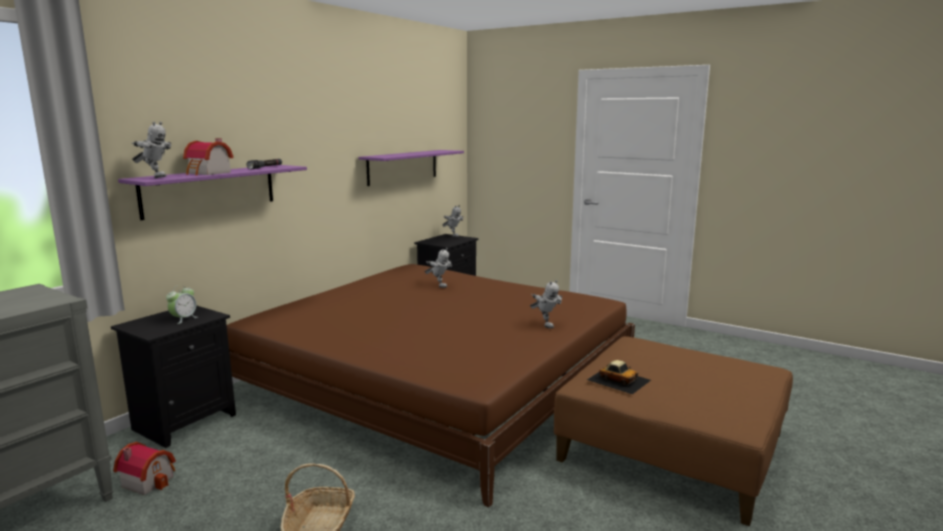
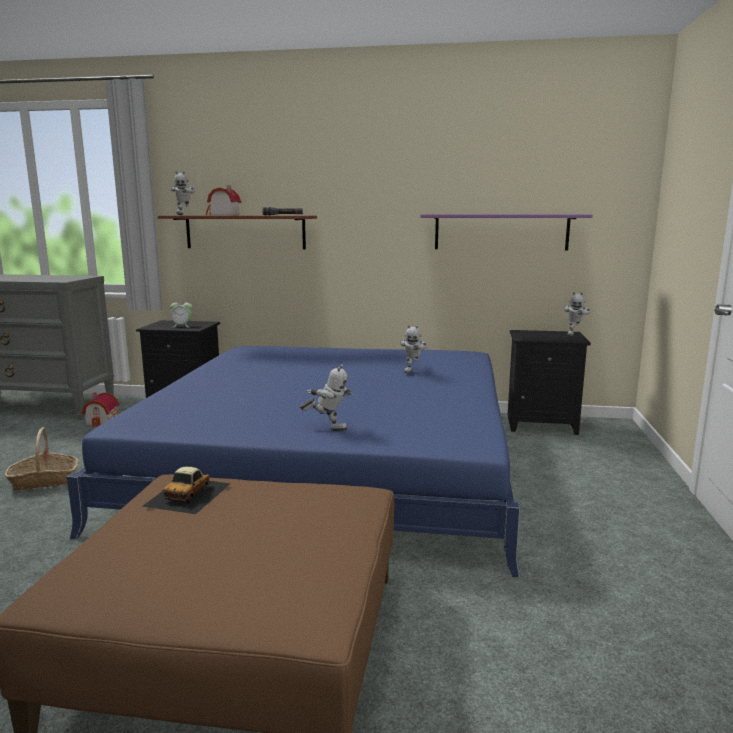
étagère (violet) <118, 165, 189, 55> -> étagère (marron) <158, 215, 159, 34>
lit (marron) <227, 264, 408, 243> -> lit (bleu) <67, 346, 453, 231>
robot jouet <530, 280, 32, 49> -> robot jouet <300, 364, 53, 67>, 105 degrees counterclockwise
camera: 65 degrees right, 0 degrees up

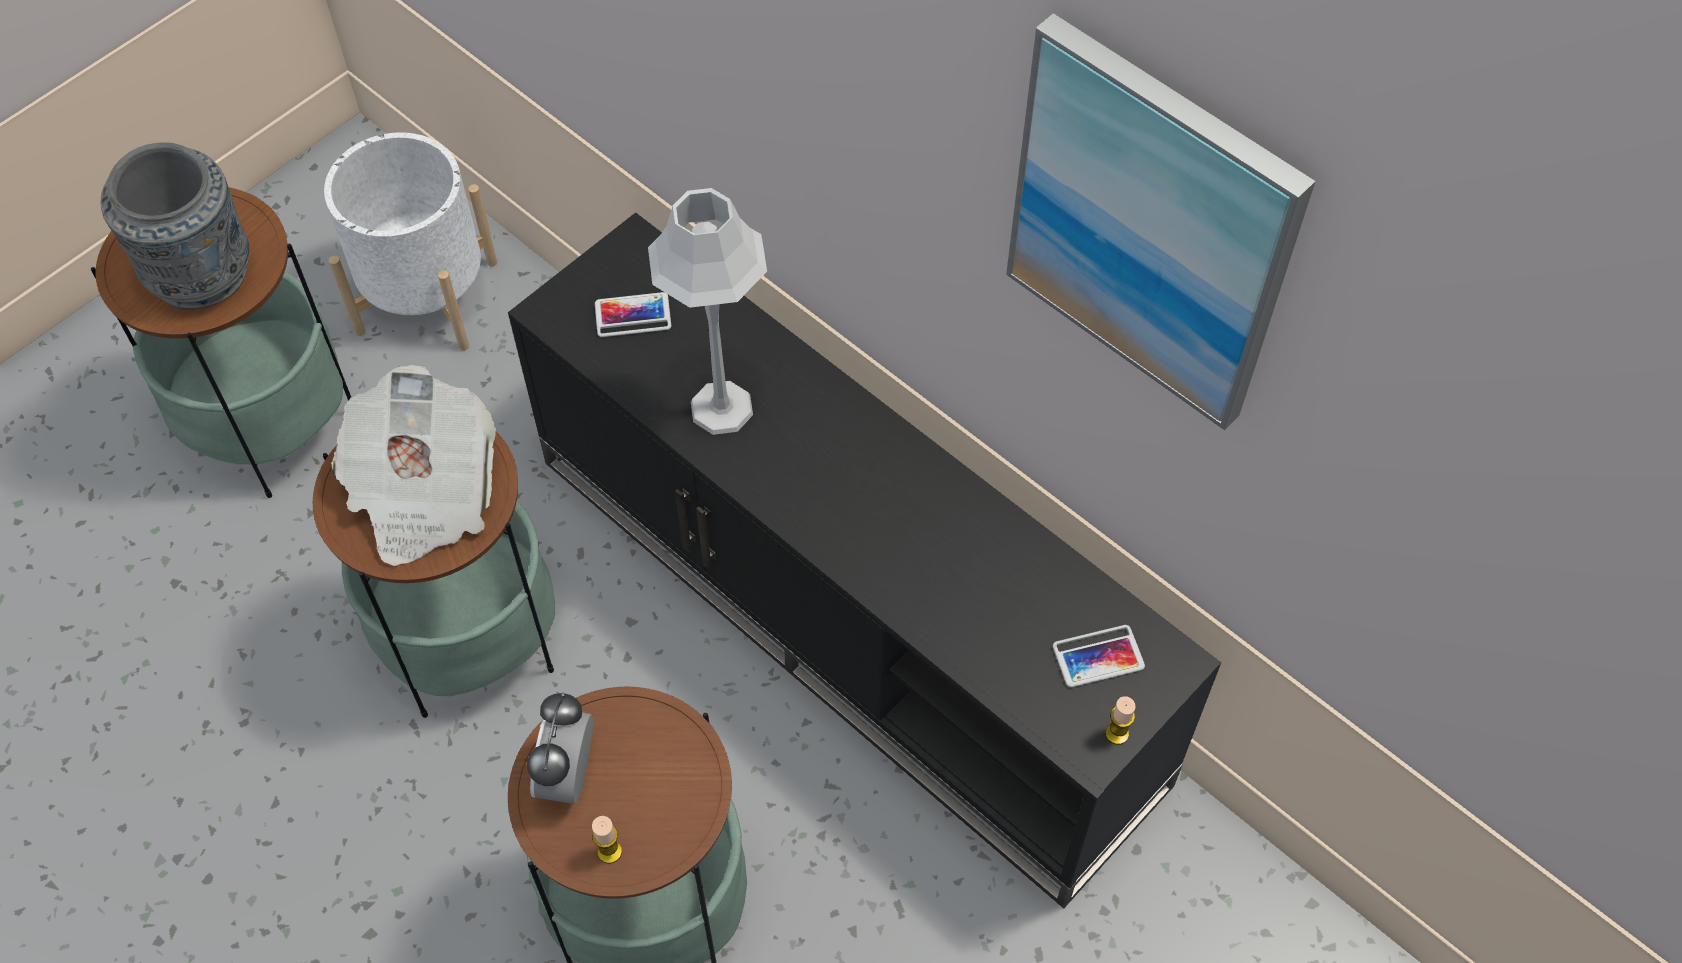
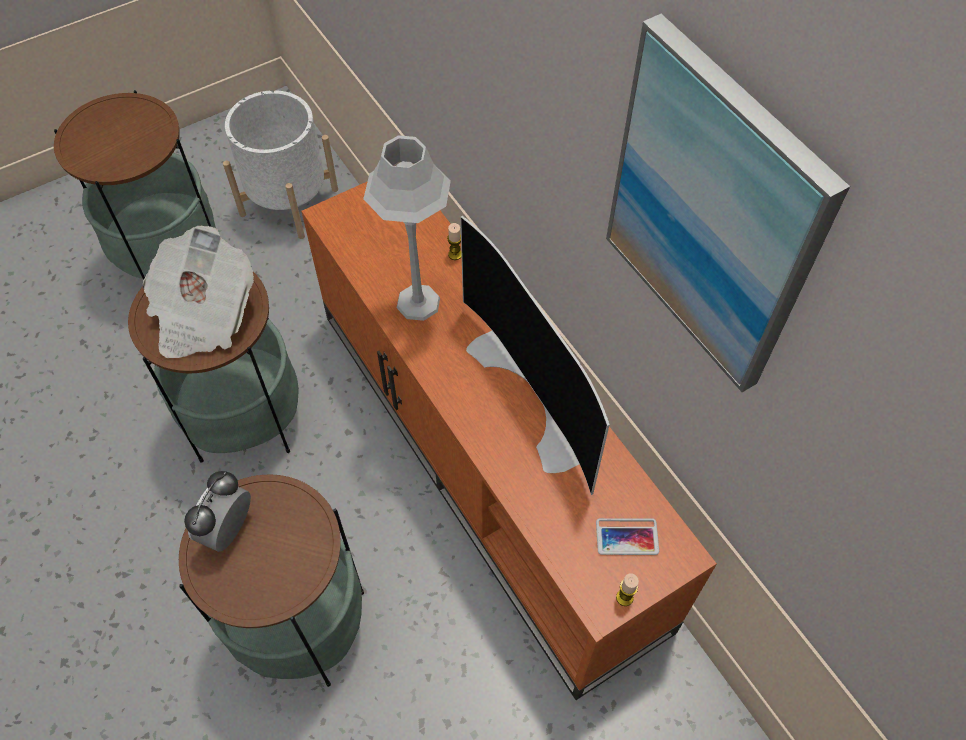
vase (gris) <101, 142, 149, 168> -> none
téléphone <595, 292, 76, 45> -> none
none -> téléviseur <460, 216, 150, 279>
bougie <592, 816, 30, 48> -> bougie <447, 223, 15, 37>, move
meuble télé (noir) <508, 212, 713, 696> -> meuble télé (orange) <301, 181, 416, 519>
camera: 15 degrees right, 0 degrees up

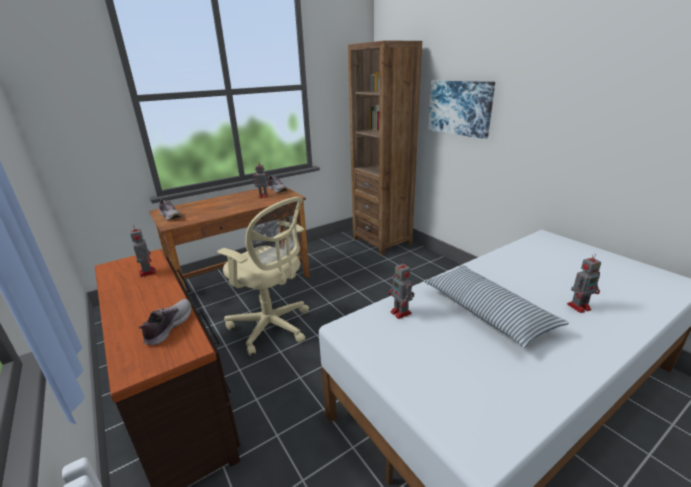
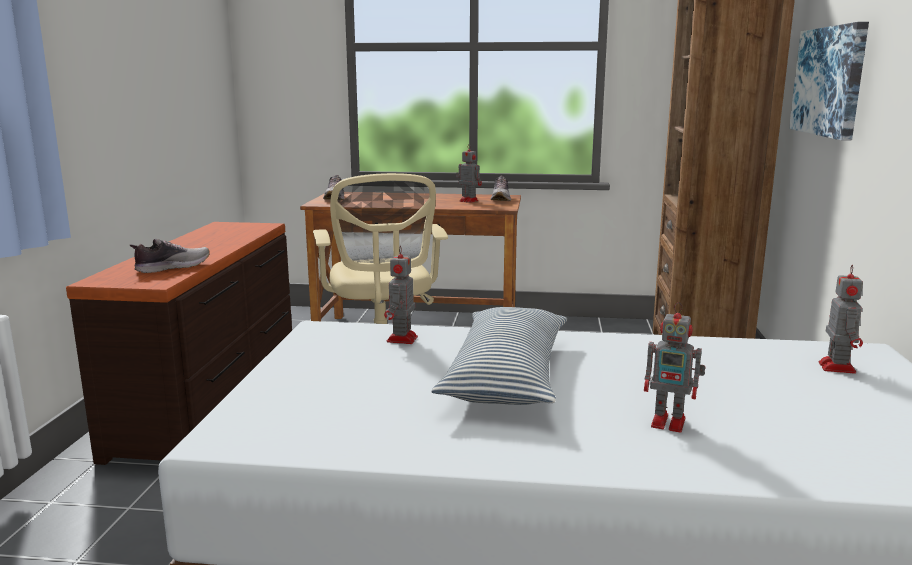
robot jouet <130, 225, 26, 52> -> robot jouet <818, 265, 45, 109>, move
camera: 40 degrees right, 10 degrees down

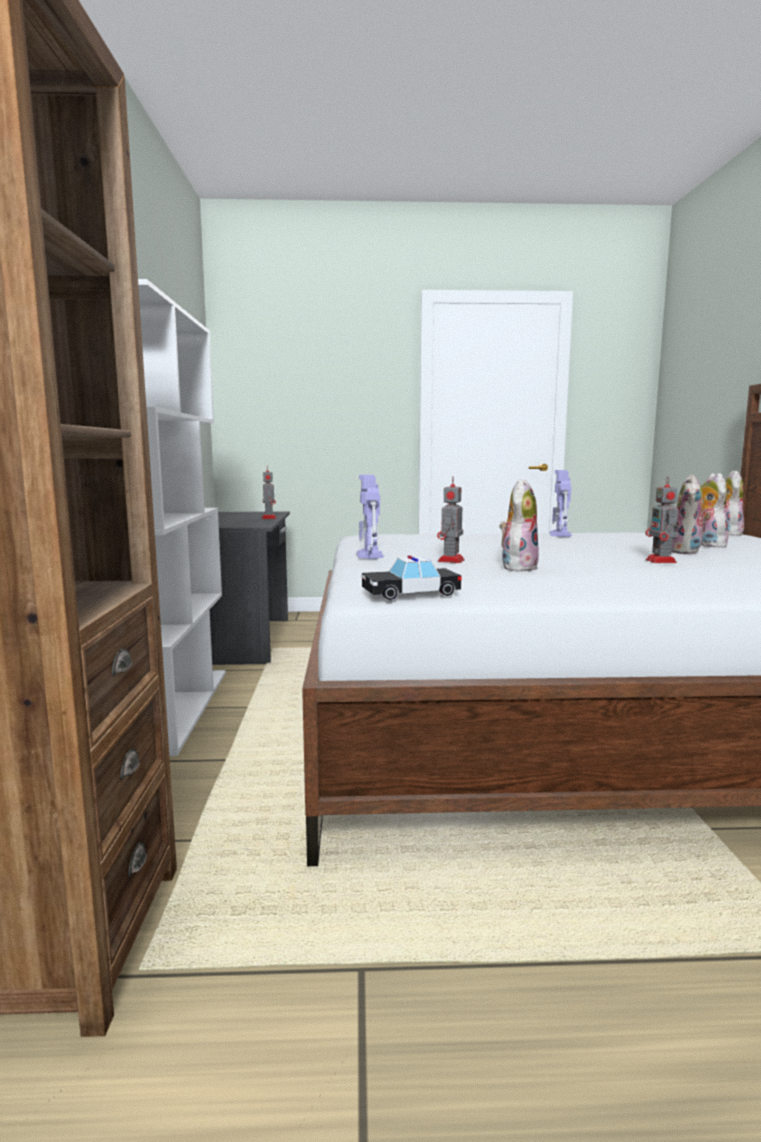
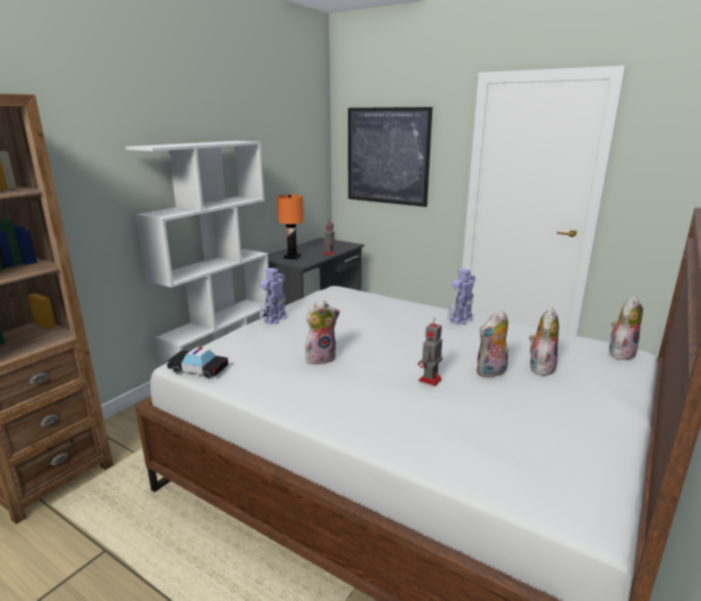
robot jouet <437, 477, 28, 86> -> none
none -> lampe de table (orange) <277, 195, 27, 64>
none -> tableau <348, 107, 85, 100>
camera: 35 degrees right, 10 degrees up

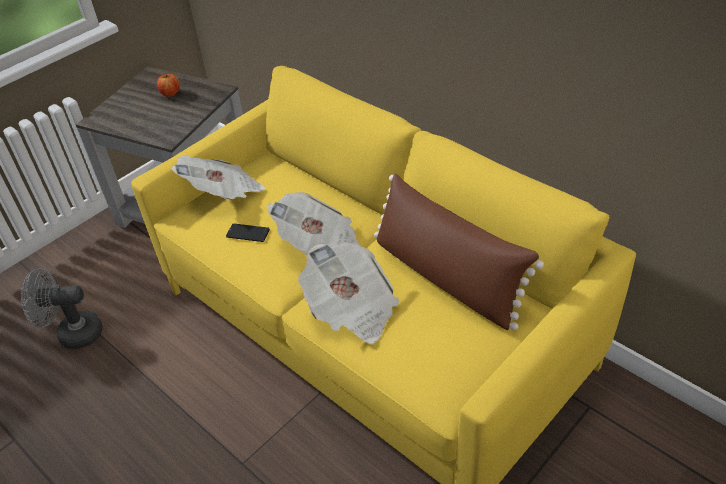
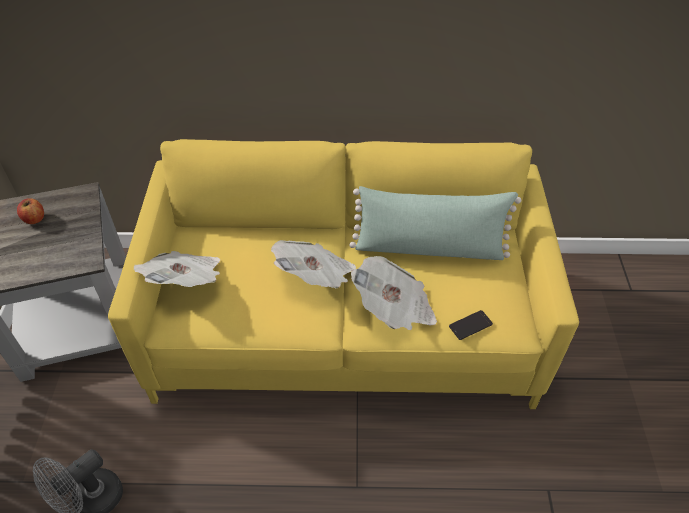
téléphone <226, 224, 44, 18> -> téléphone <449, 310, 44, 30>, move
coussin (marron) <374, 173, 170, 157> -> coussin (vert) <349, 186, 172, 74>
camera: 45 degrees left, 5 degrees up

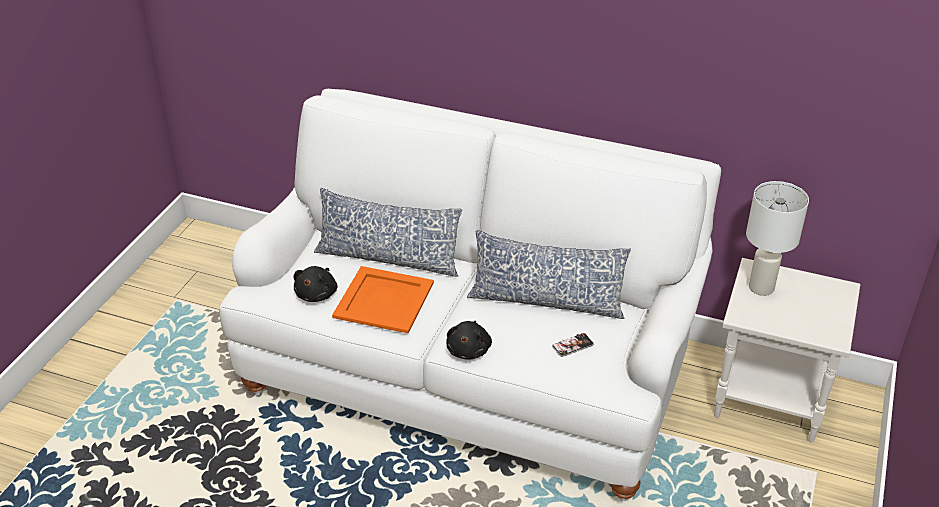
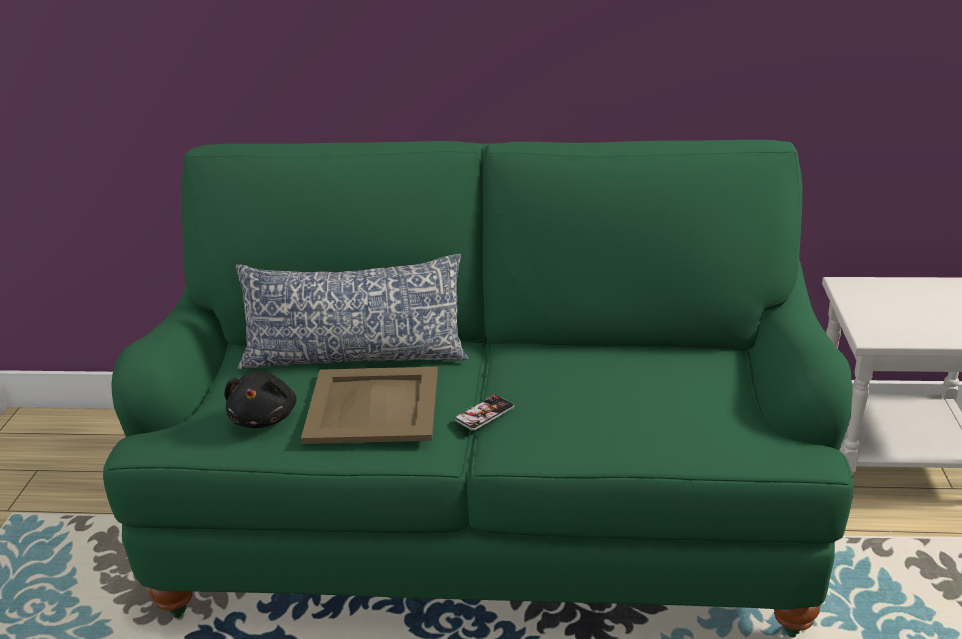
peluche (noir) <446, 321, 46, 38> -> none
coussin <467, 230, 164, 89> -> none
lampe de table (blanc) <746, 181, 63, 115> -> none
téléphone <552, 333, 42, 24> -> téléphone <455, 395, 60, 36>, move
canapé (blanc) <219, 89, 502, 412> -> canapé (vert) <103, 140, 751, 498>
plateau (orange) <332, 266, 102, 68> -> plateau (beige) <301, 367, 137, 77>
camera: 15 degrees left, 10 degrees down

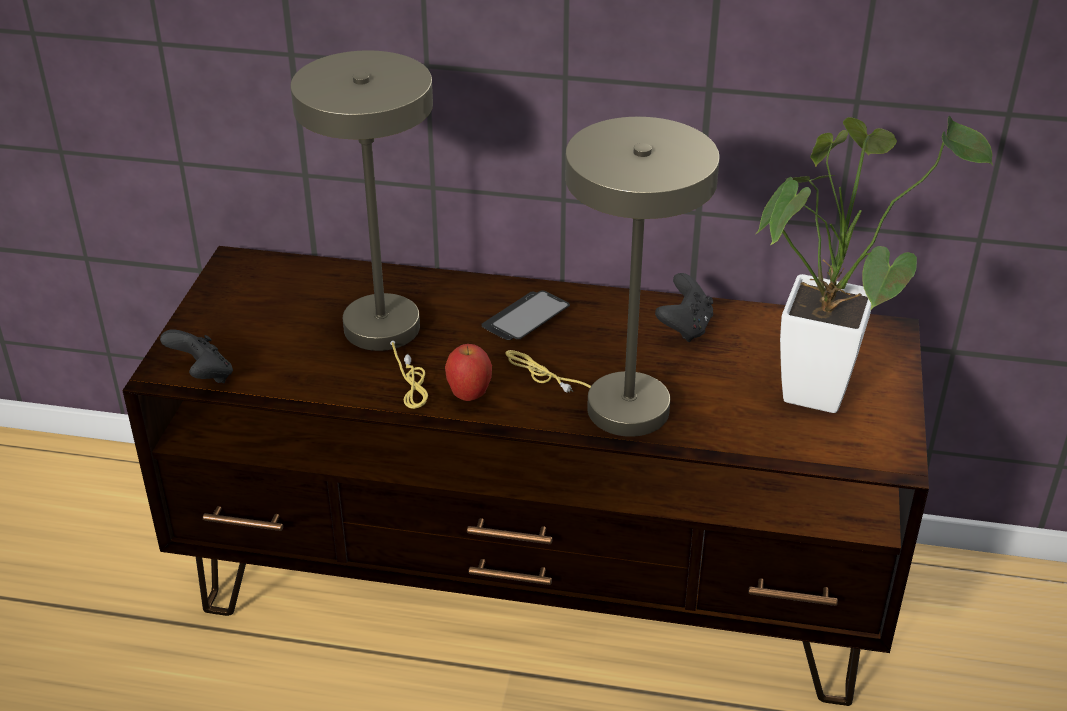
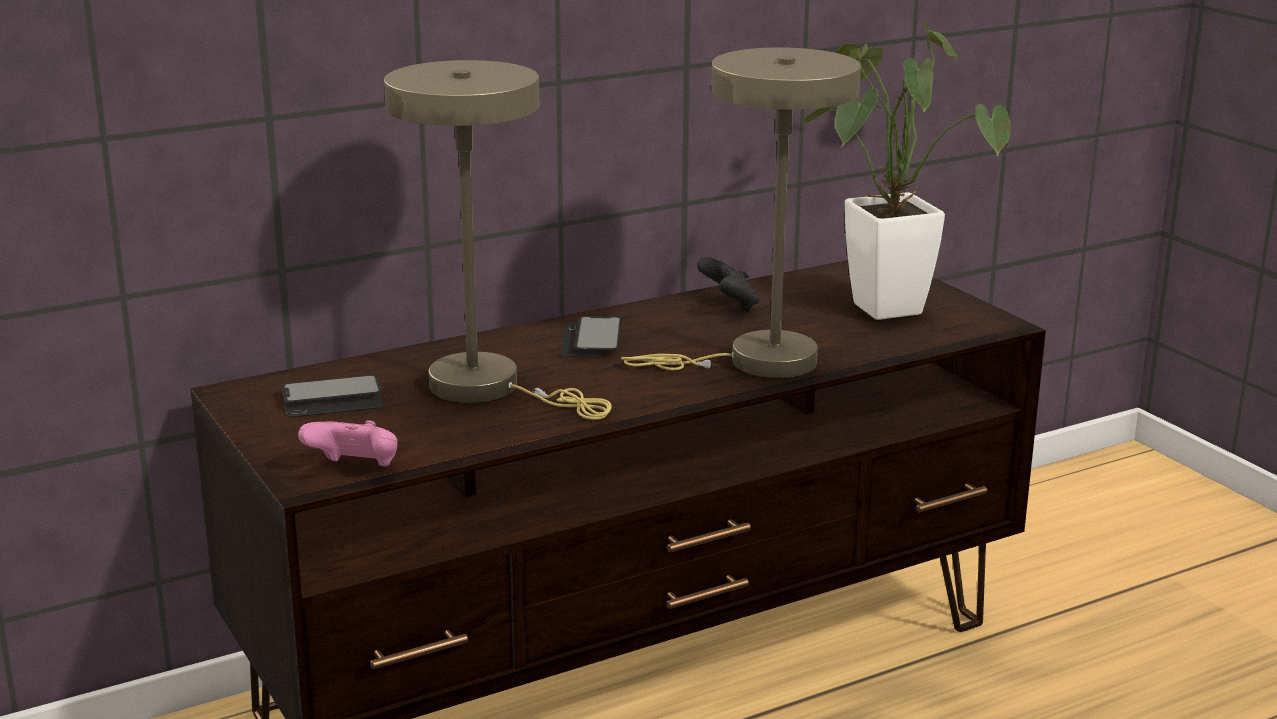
pomme <445, 344, 47, 57> -> none
none -> téléphone <282, 375, 102, 42>
manette (noir) <160, 329, 73, 54> -> manette (rose) <298, 420, 100, 47>
camera: 40 degrees left, 15 degrees down

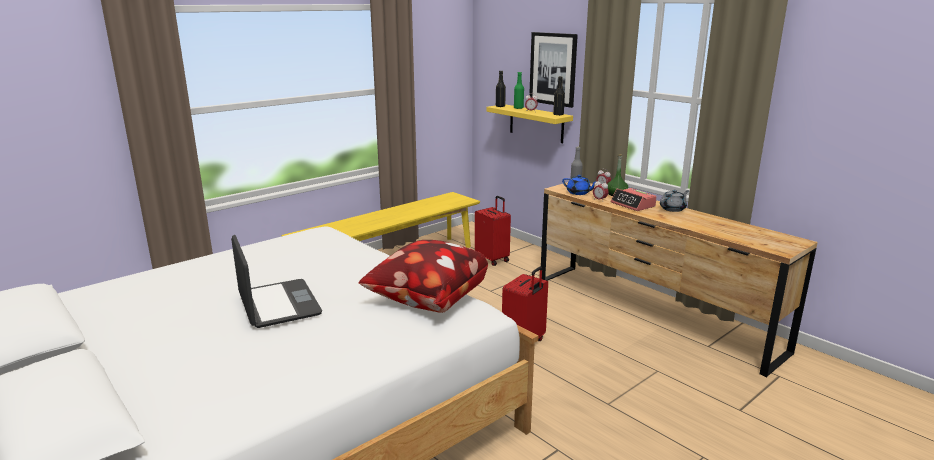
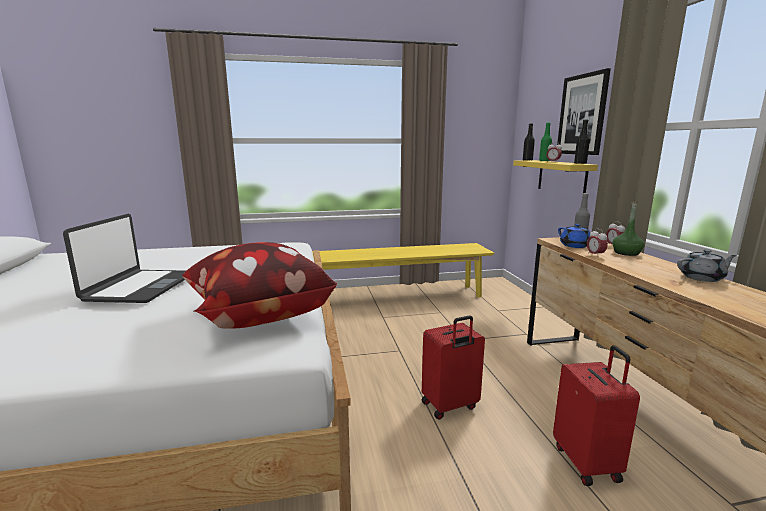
réveil <611, 188, 46, 23> -> none
valise (rouge) <475, 196, 36, 70> -> valise (rouge) <553, 345, 87, 141>, move
camera: 30 degrees right, 5 degrees down

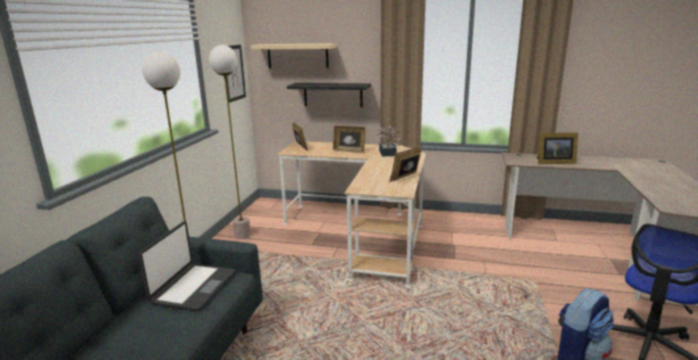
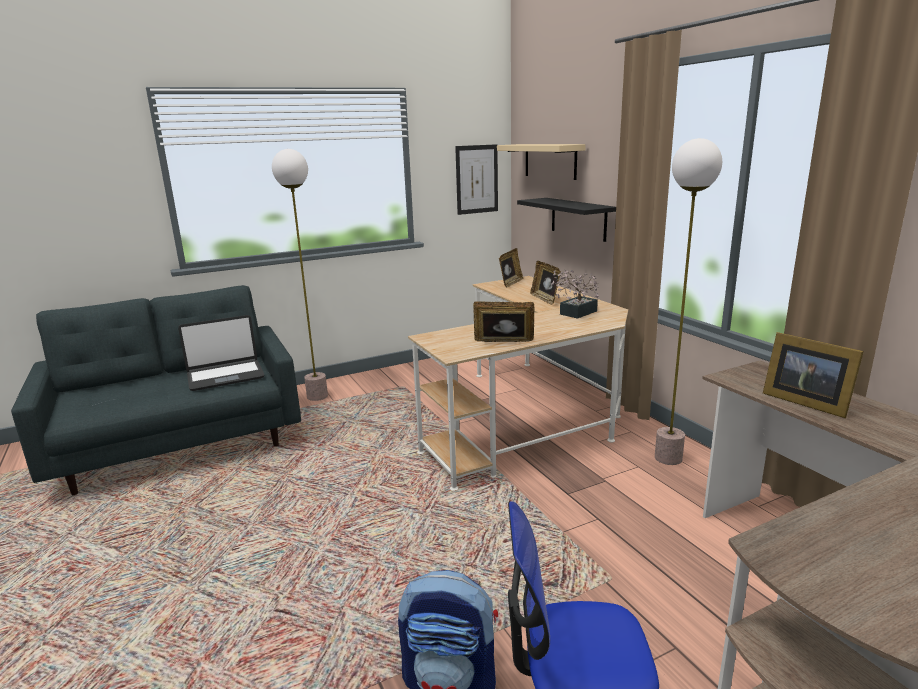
lampadaire <209, 45, 42, 194> -> lampadaire <655, 138, 67, 327>, move
camera: 50 degrees right, 0 degrees up

